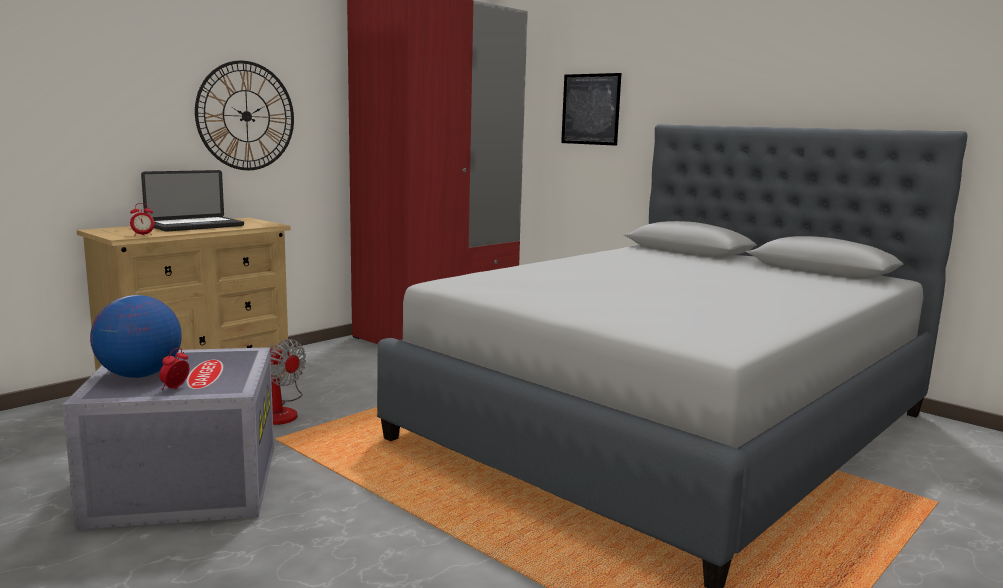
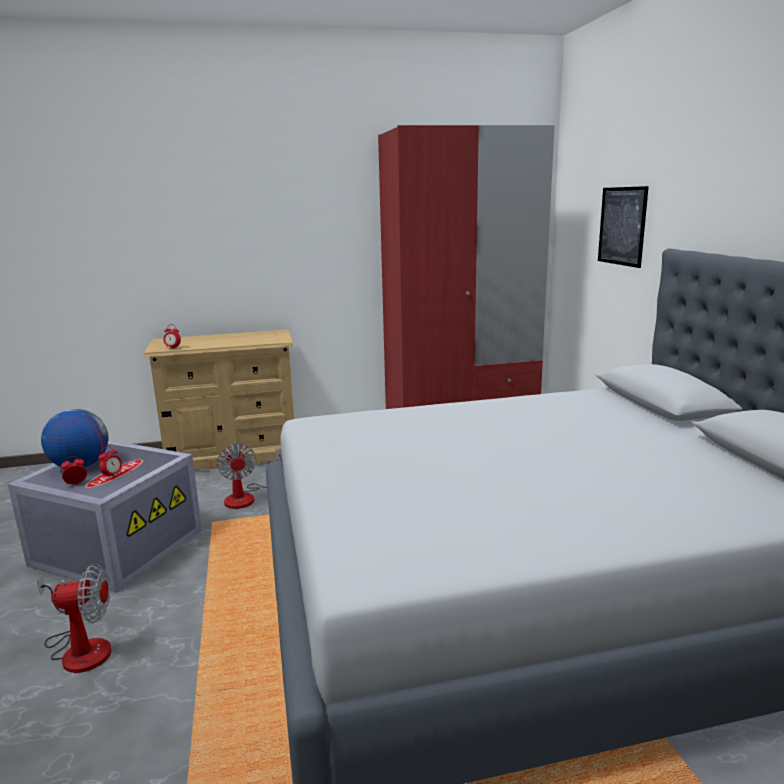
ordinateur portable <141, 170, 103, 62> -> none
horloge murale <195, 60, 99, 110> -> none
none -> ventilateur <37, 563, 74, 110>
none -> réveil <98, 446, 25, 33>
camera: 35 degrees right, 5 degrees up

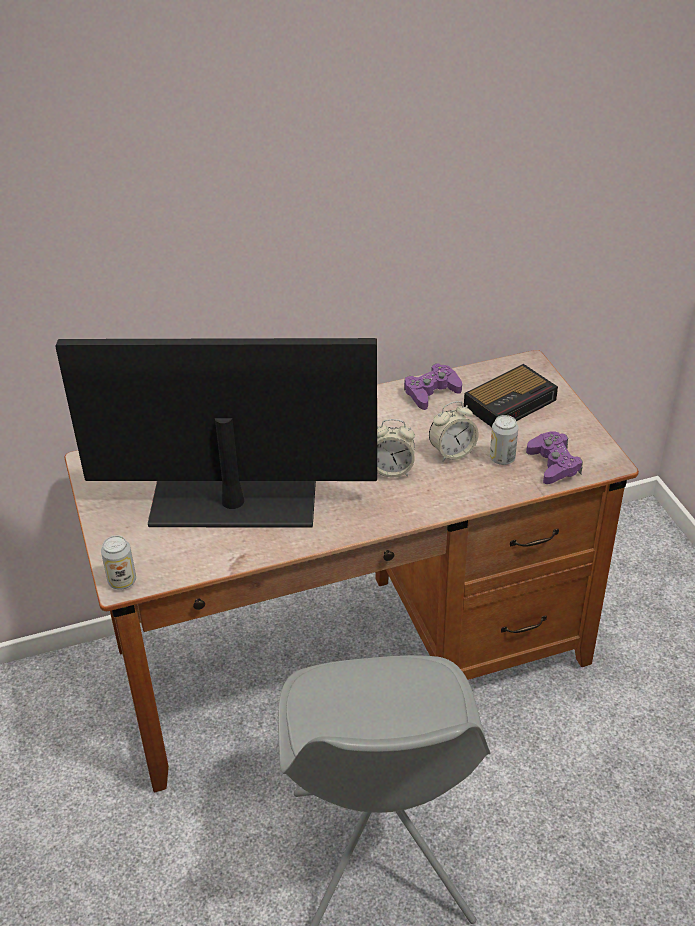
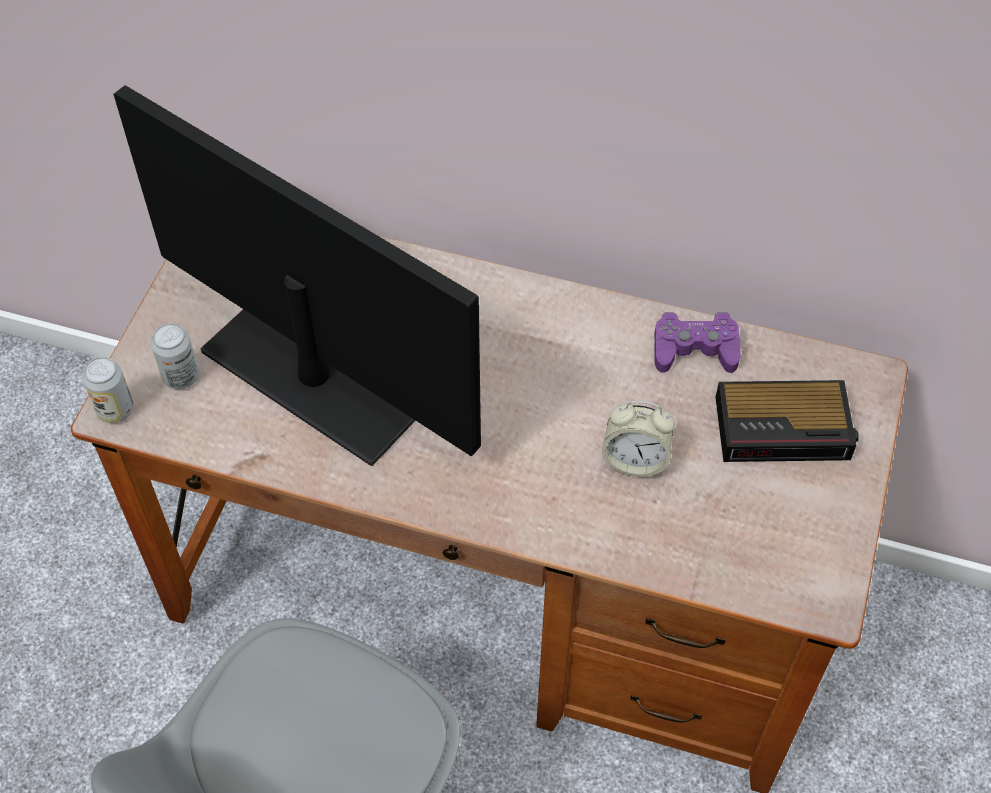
réveil <377, 419, 38, 58> -> none
manette (violet) <526, 431, 57, 53> -> none
boîte métallique <490, 415, 28, 50> -> boîte métallique <151, 323, 48, 66>, move
camera: 35 degrees right, 15 degrees up

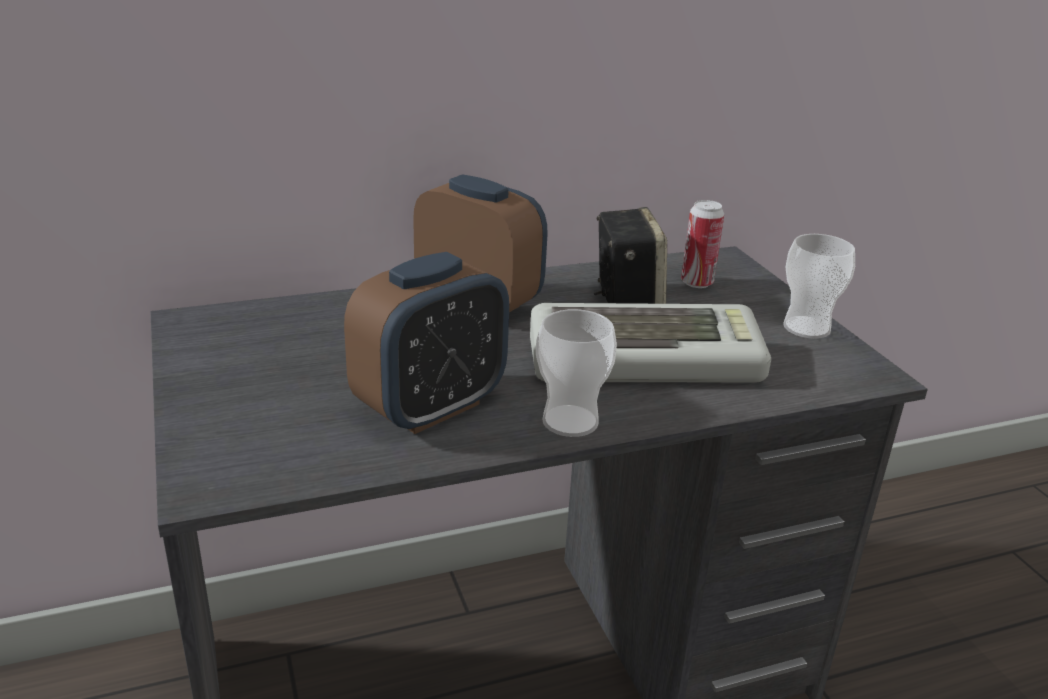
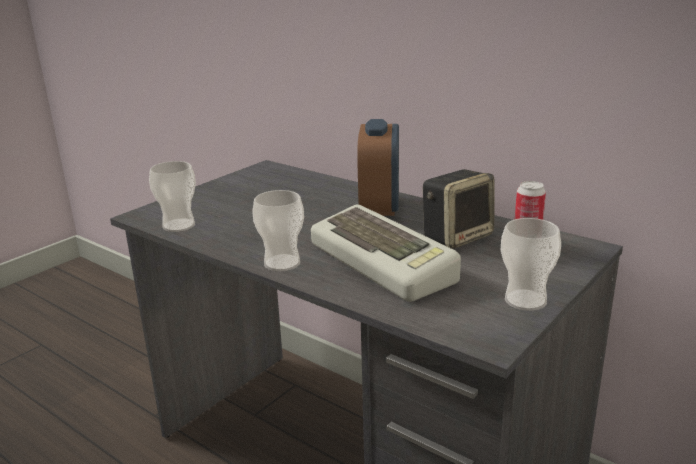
réveil <344, 252, 165, 182> -> none
none -> tasse <149, 161, 47, 71>
camera: 60 degrees right, 5 degrees down

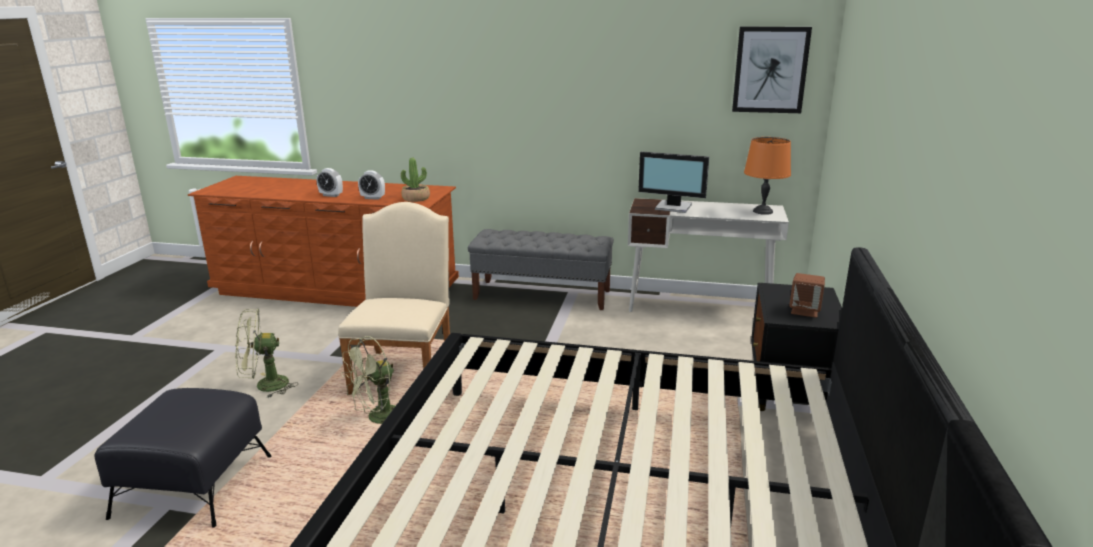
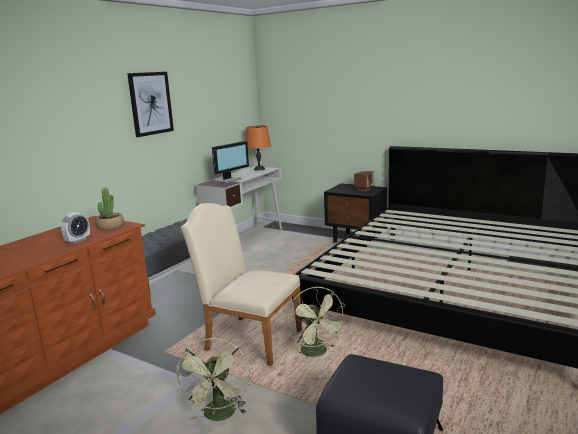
réveil <317, 168, 26, 29> -> none
tableau <732, 27, 80, 86> -> tableau <127, 72, 47, 65>, move
camera: 70 degrees left, 5 degrees down

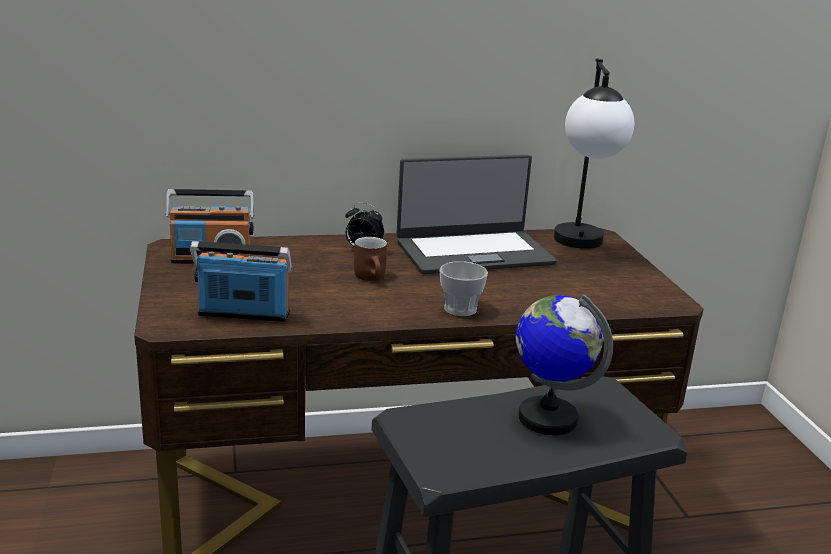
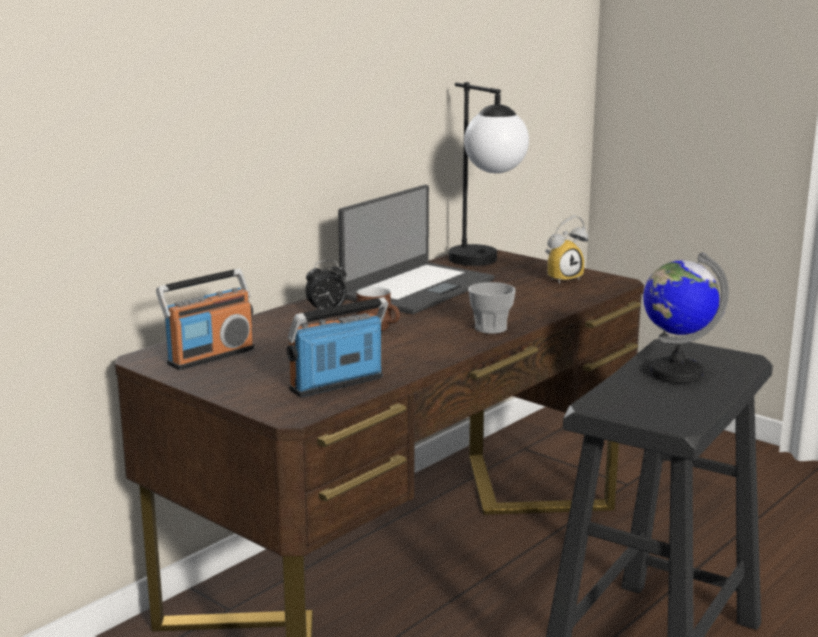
none -> réveil <545, 215, 43, 69>
camera: 35 degrees left, 5 degrees down

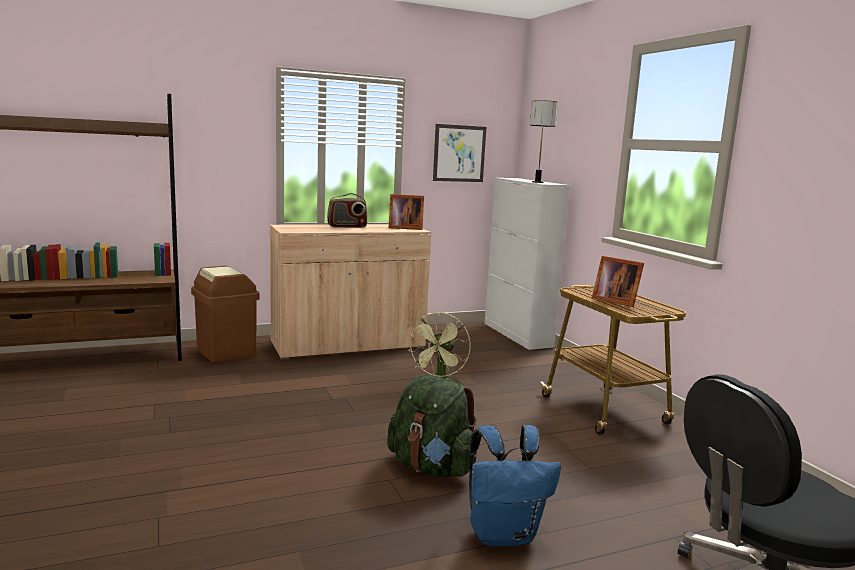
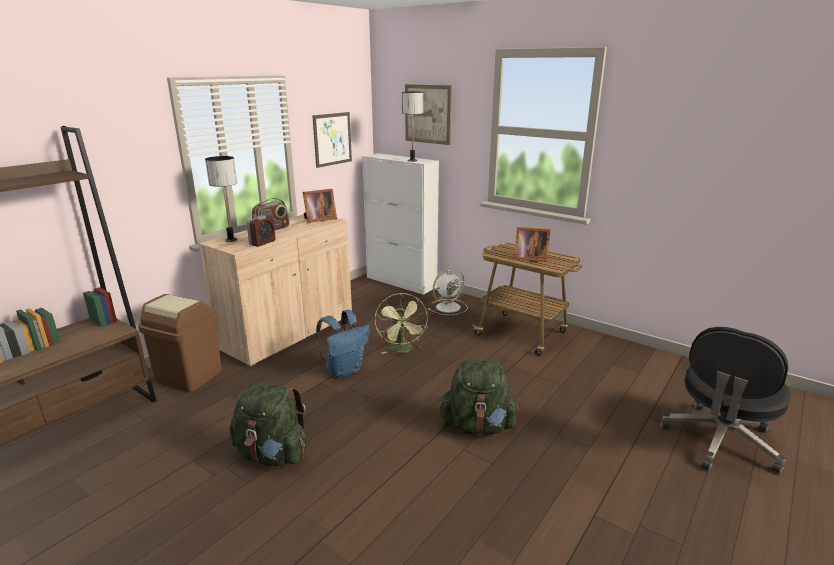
none -> lampe de table <205, 156, 32, 86>
none -> sac à dos (vert) <230, 381, 77, 85>
none -> réveil <246, 215, 30, 32>
none -> tableau <405, 84, 47, 61>
none -> ventilateur (blanc) <428, 267, 40, 48>
sac à dos (bleu) <469, 425, 92, 122> -> sac à dos (bleu) <316, 310, 54, 68>, move
camera: 30 degrees left, 10 degrees up

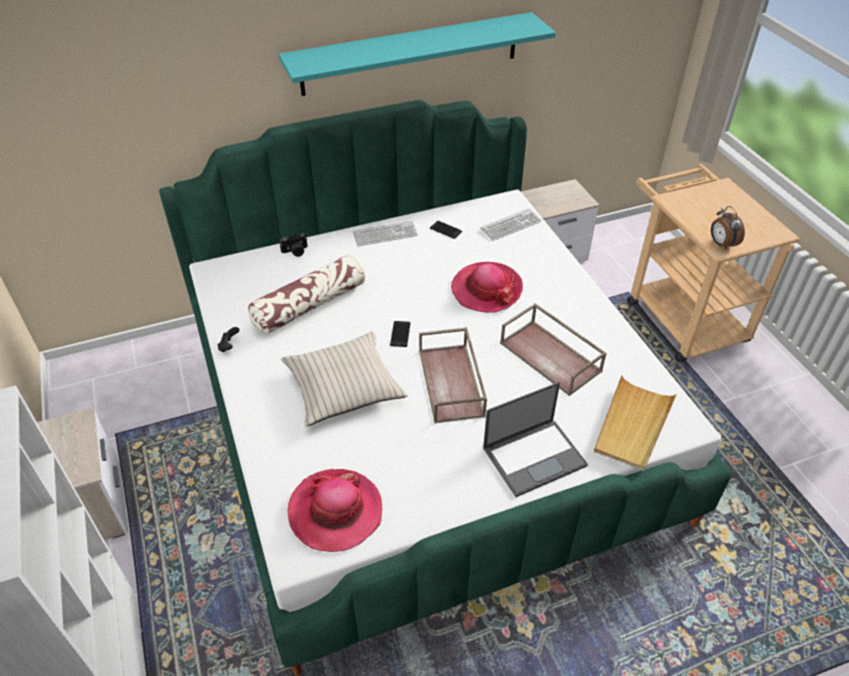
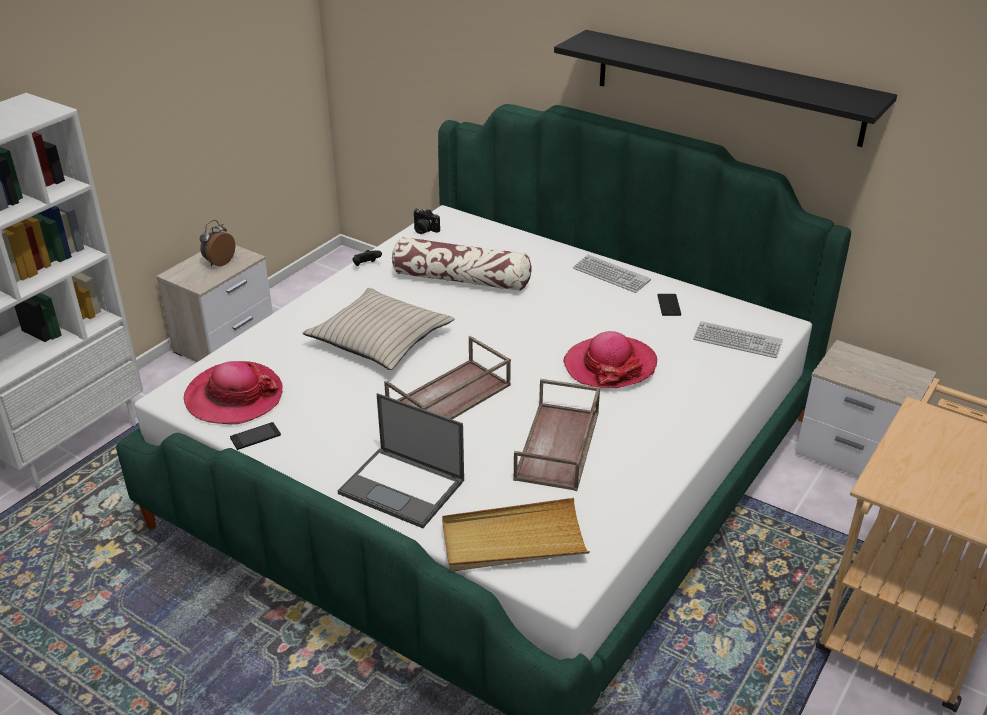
appareil photo <279, 233, 29, 24> -> appareil photo <413, 209, 27, 25>, move
téléphone <390, 321, 21, 26> -> téléphone <230, 422, 51, 28>, move
réveil <711, 206, 34, 44> -> réveil <200, 220, 35, 46>, move
étagère (turquoise) <279, 12, 277, 84> -> étagère (noir) <554, 30, 343, 117>
camera: 55 degrees right, 10 degrees down

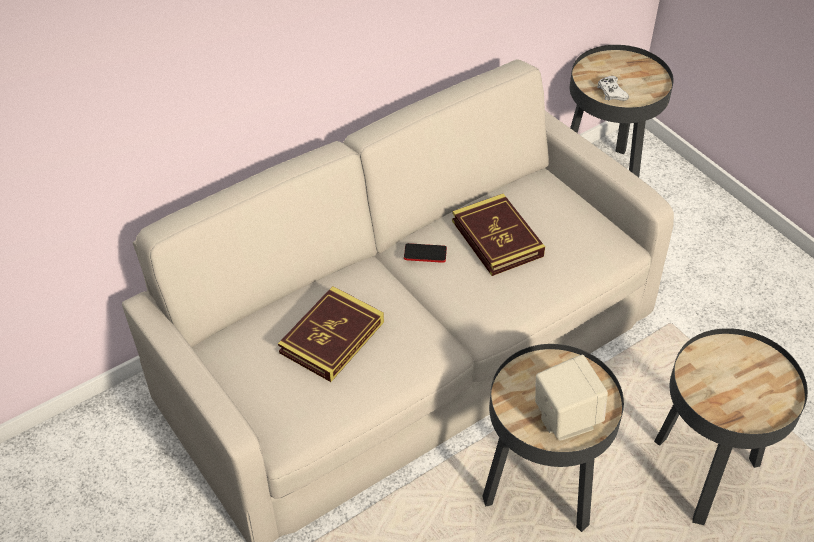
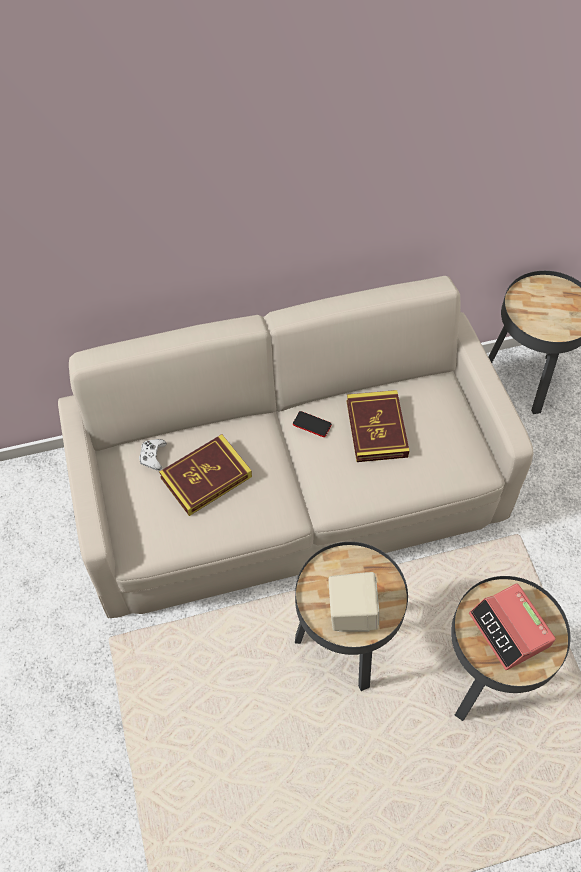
none -> réveil <469, 584, 87, 86>
manette (blanc) <597, 76, 32, 25> -> manette (blanc) <139, 439, 28, 31>, move
camera: 20 degrees right, 10 degrees up

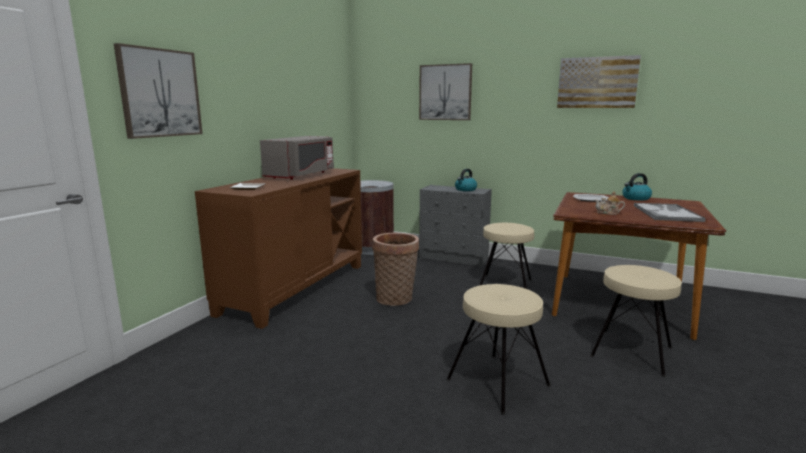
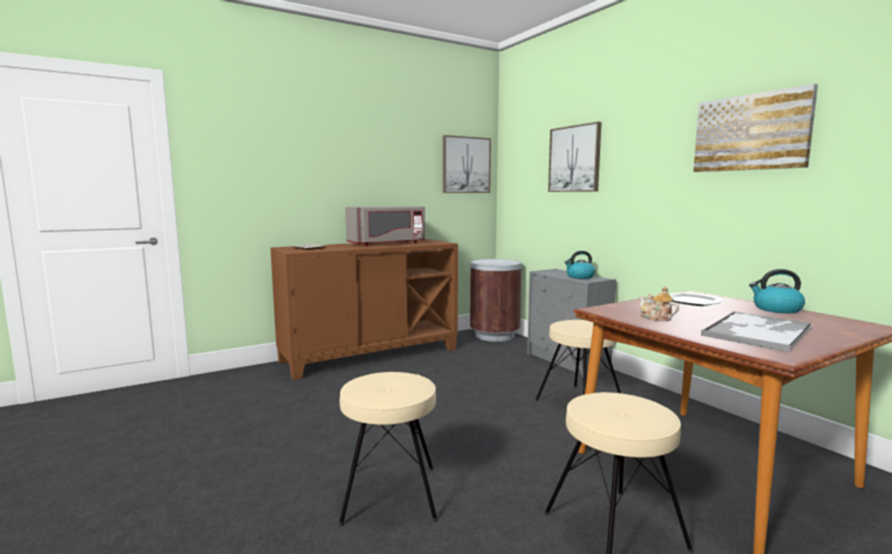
panier <372, 232, 47, 74> -> none
tableau <114, 43, 89, 96> -> tableau <443, 135, 48, 58>, move
camera: 35 degrees right, 5 degrees down

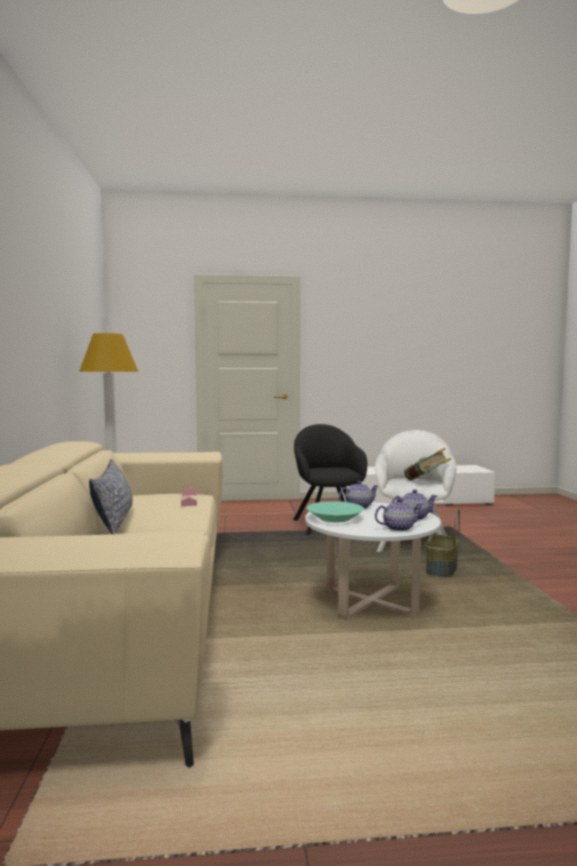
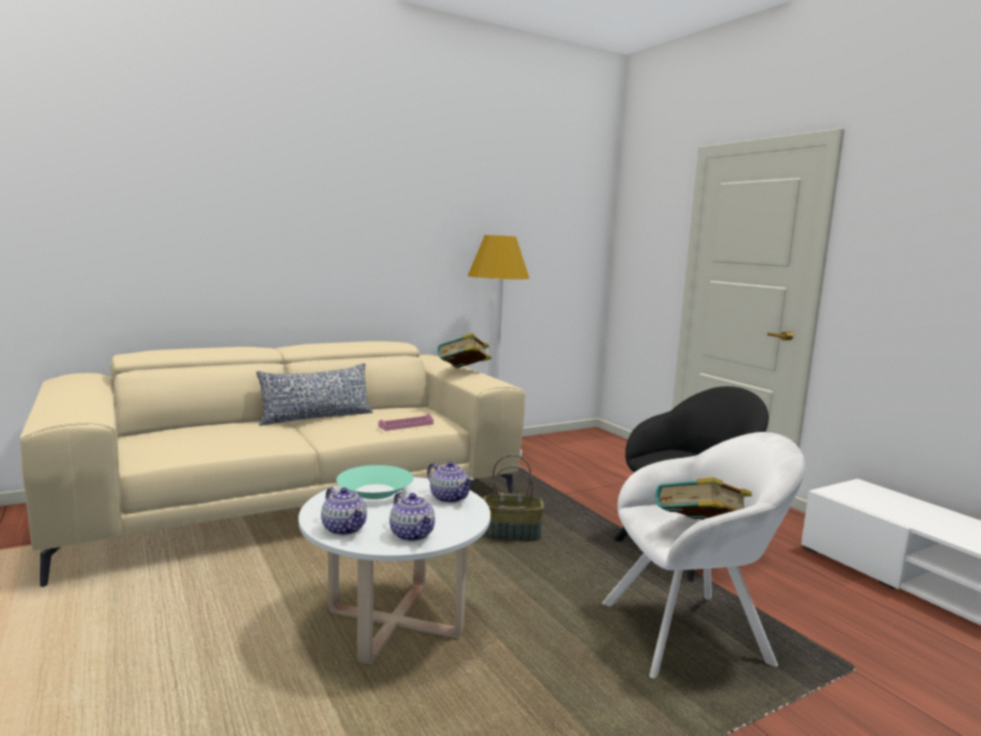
none -> livre <437, 333, 55, 35>
panier <426, 508, 34, 69> -> panier <482, 454, 62, 87>, move
camera: 65 degrees right, 5 degrees up

